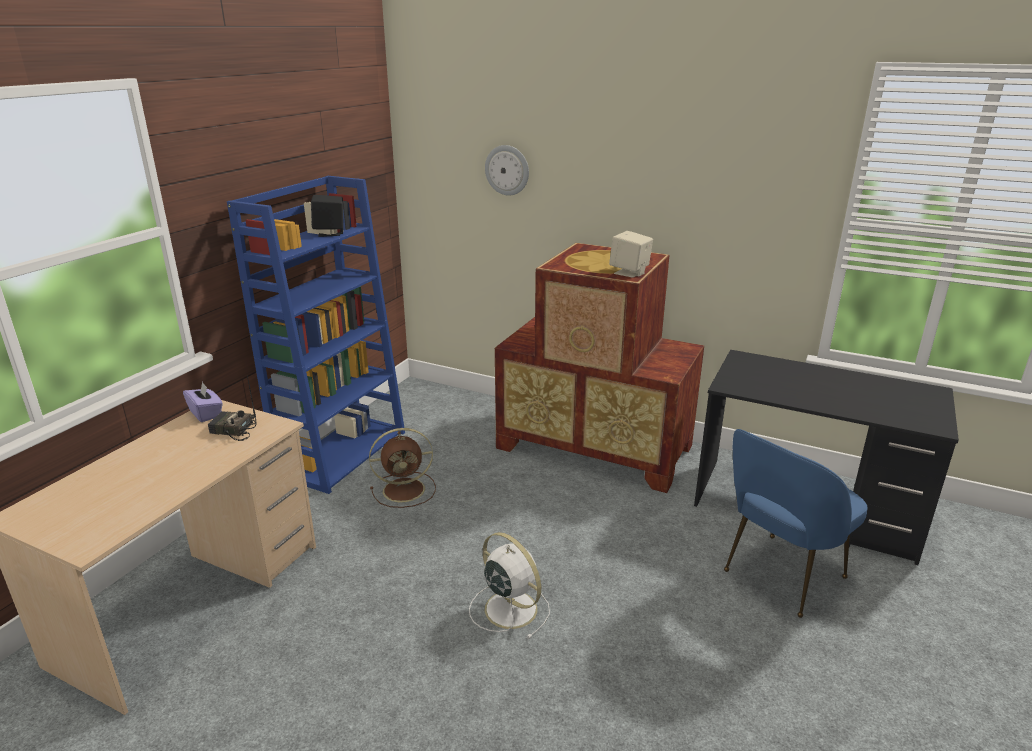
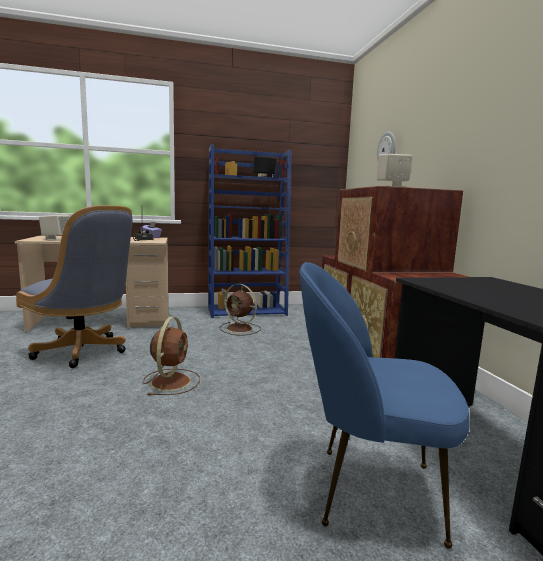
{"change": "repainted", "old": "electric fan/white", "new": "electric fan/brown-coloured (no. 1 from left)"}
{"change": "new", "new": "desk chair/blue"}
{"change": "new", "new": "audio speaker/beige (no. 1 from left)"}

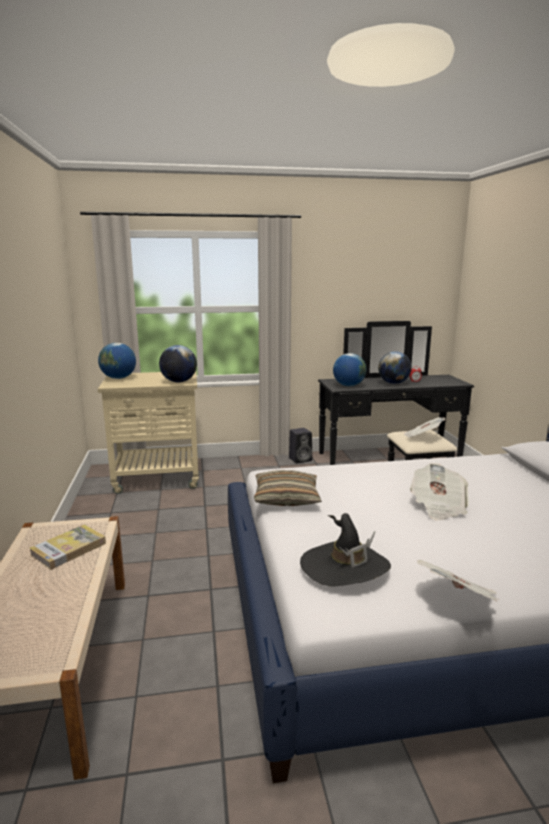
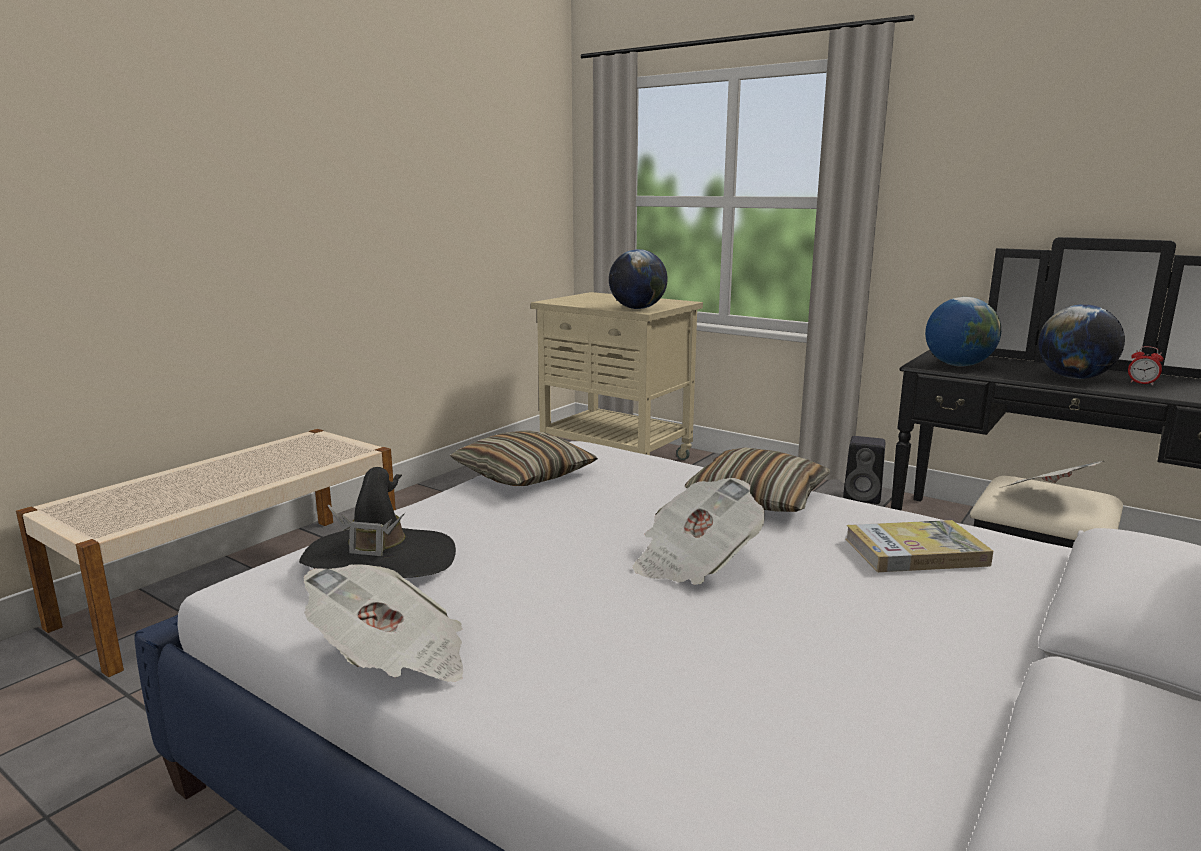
{"change": "shifted", "old": "book"}
{"change": "gone", "old": "desk globe (no. 1 from left)"}
{"change": "new", "new": "cushion (no. 2 from left)"}

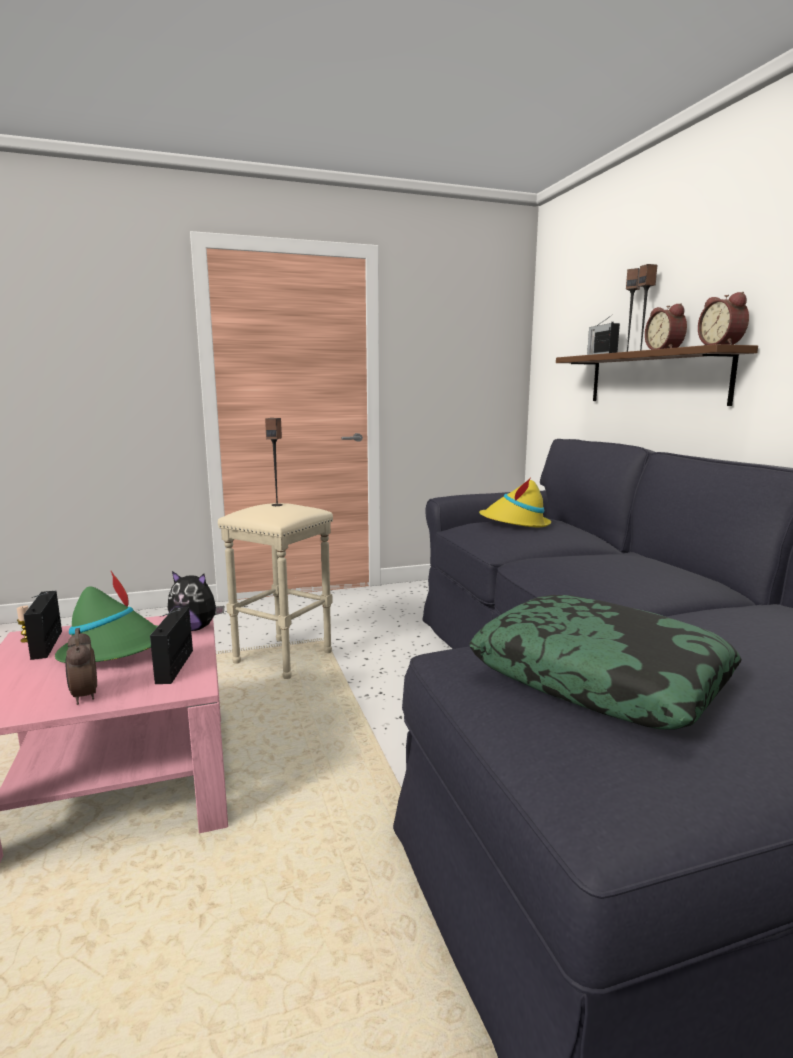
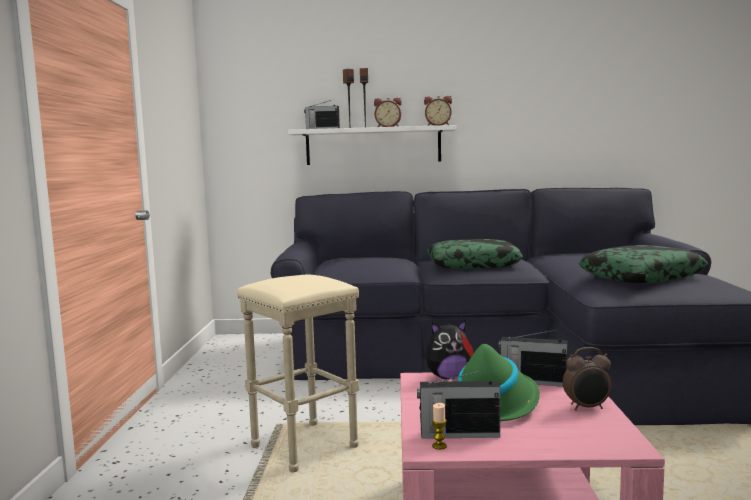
{"change": "rotated", "old": "plush toy", "degrees": 45}
{"change": "gone", "old": "audio speaker (no. 1 from left)"}
{"change": "gone", "old": "wearable hat/yellow"}
{"change": "repainted", "old": "bracket shelf/brown-coloured", "new": "bracket shelf/white"}
{"change": "new", "new": "cushion (no. 1 from left)"}

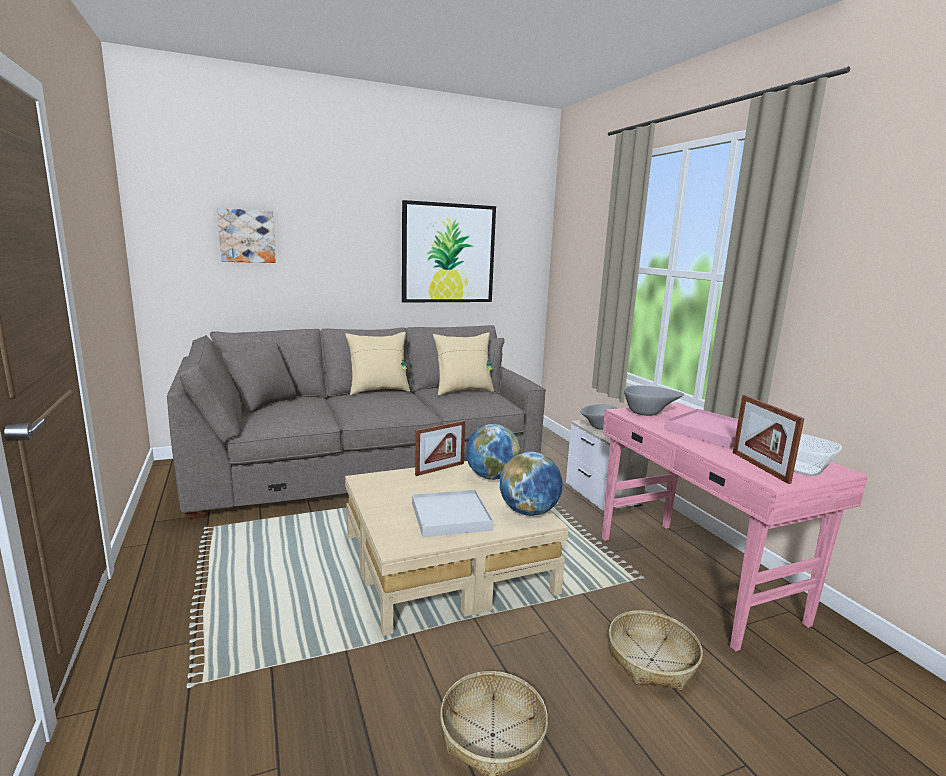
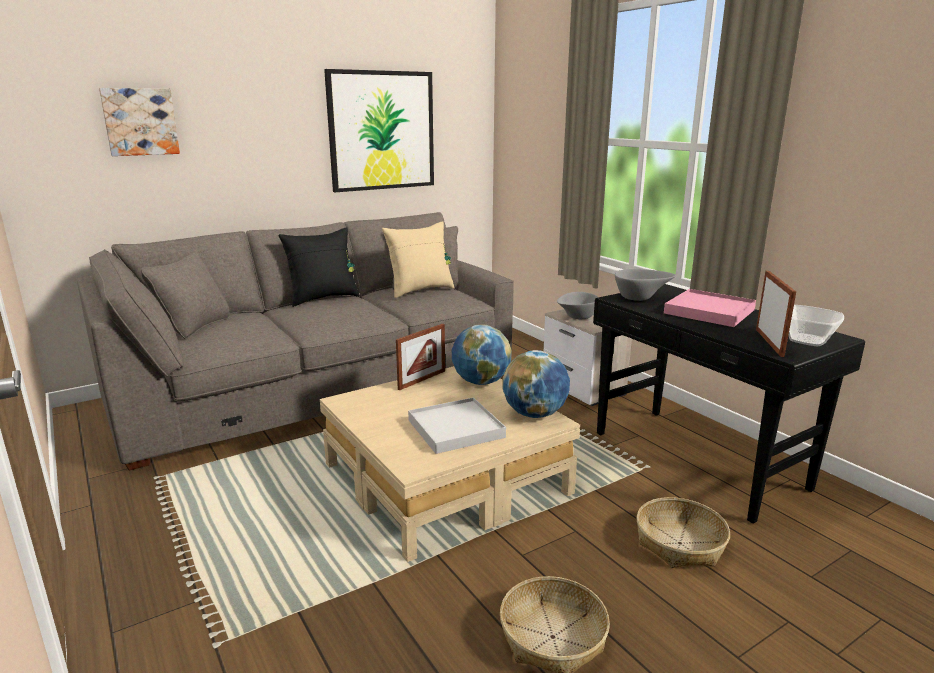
{"change": "repainted", "old": "cushion/beige (no. 1 from left)", "new": "cushion/black-coloured"}
{"change": "repainted", "old": "console table/pink", "new": "console table/black-coloured"}
{"change": "rotated", "old": "photo frame (no. 2 from left)", "degrees": -150}

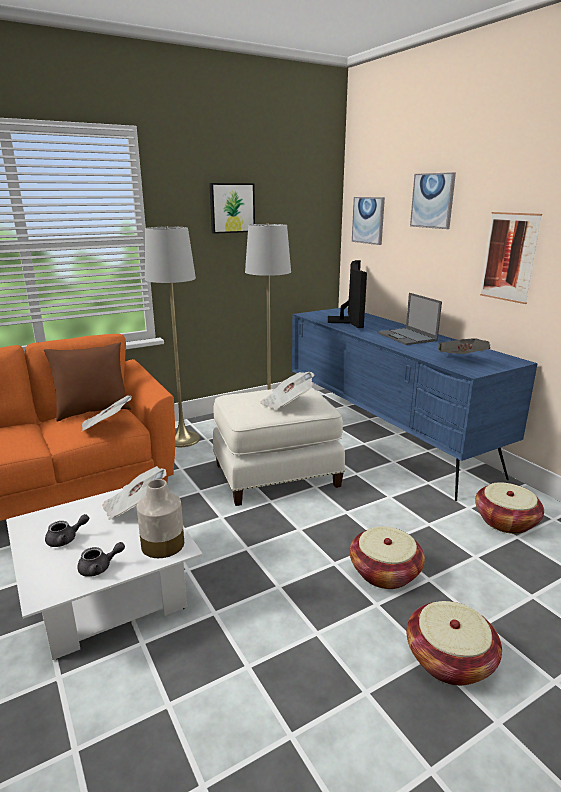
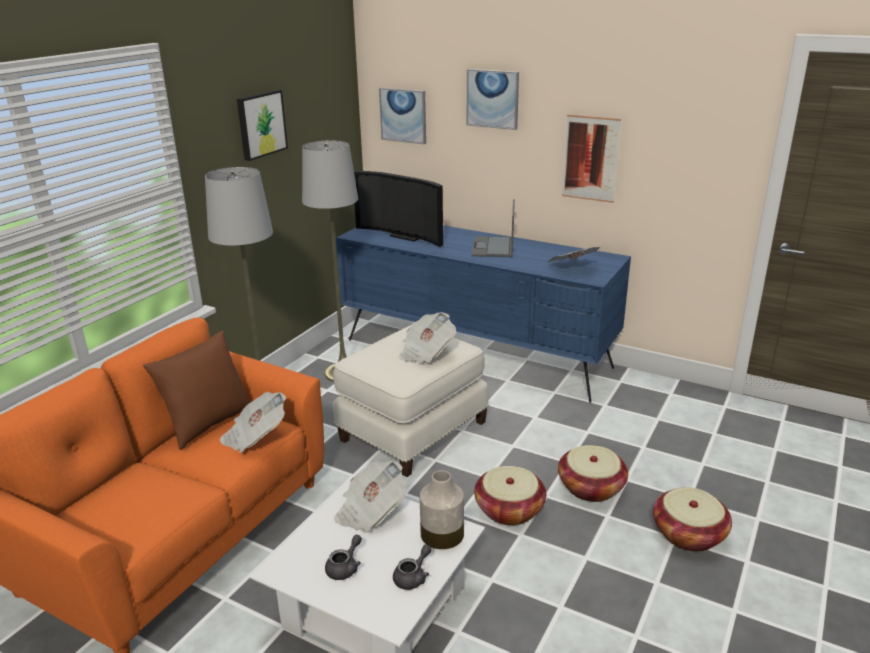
{"change": "rotated", "old": "TV", "degrees": 150}
{"change": "rotated", "old": "laptop", "degrees": 60}
{"change": "shifted", "old": "household basket (no. 3 from left in the first image)", "new": "household basket (no. 1 from left)"}

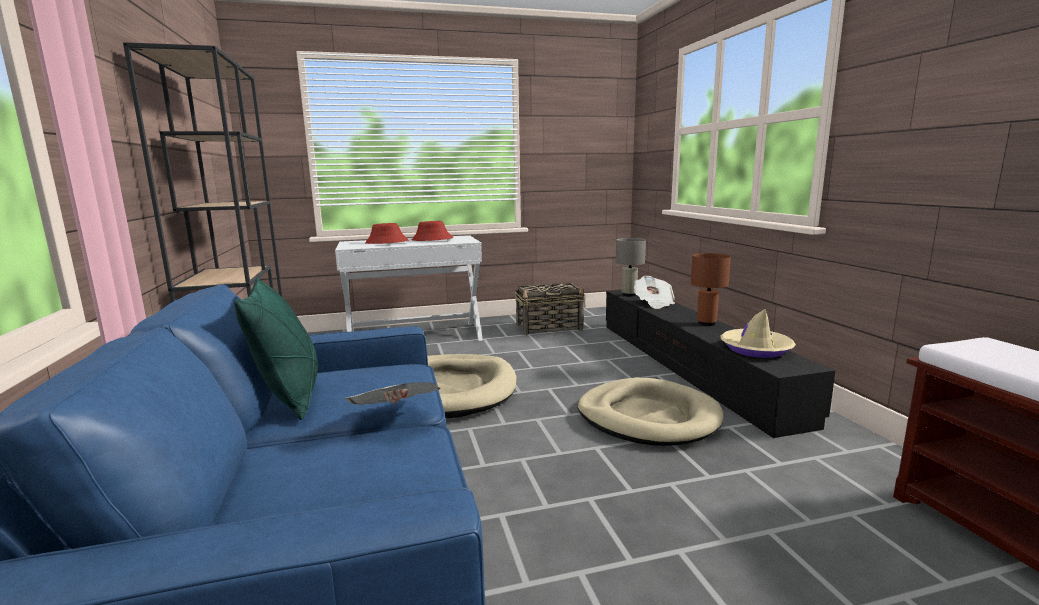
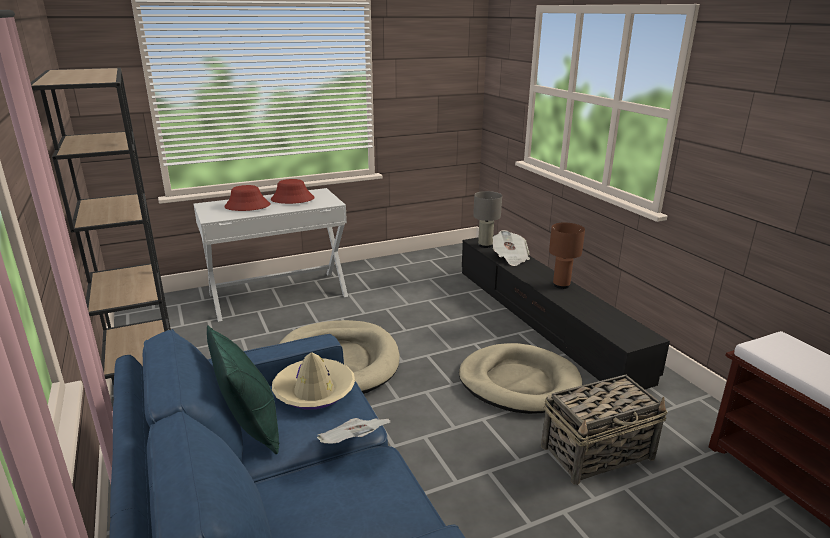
{"change": "shifted", "old": "household basket"}
{"change": "shifted", "old": "wearable hat/beige"}

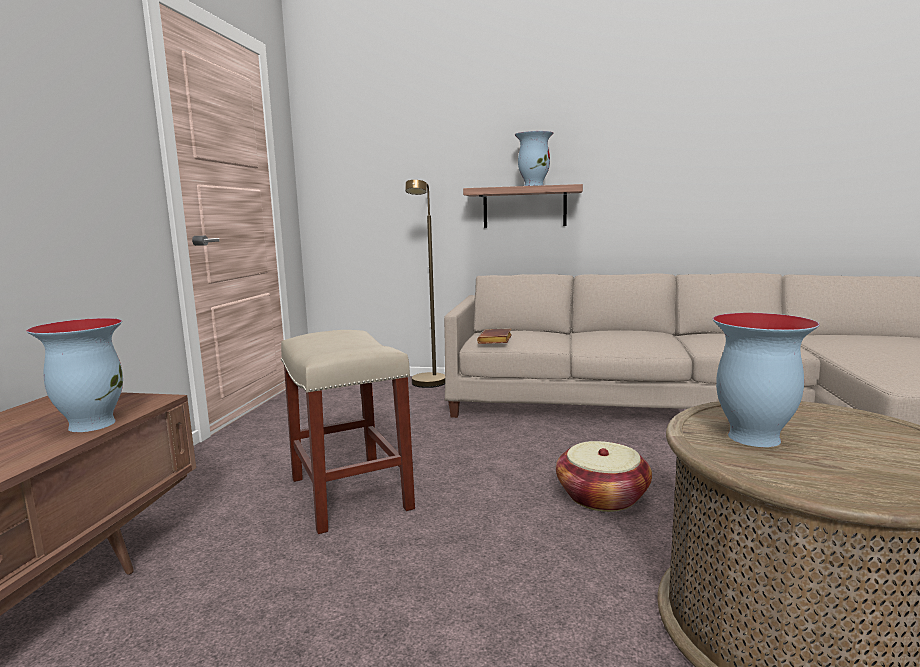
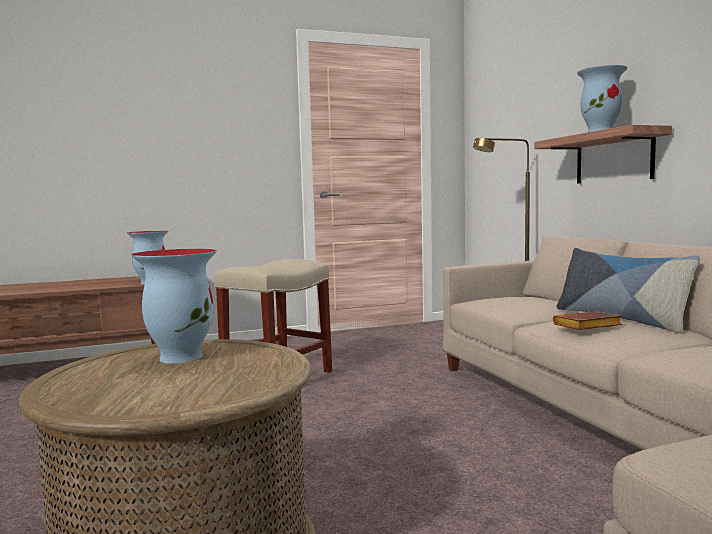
{"change": "shifted", "old": "book/brown-coloured"}
{"change": "gone", "old": "household basket"}
{"change": "new", "new": "cushion"}

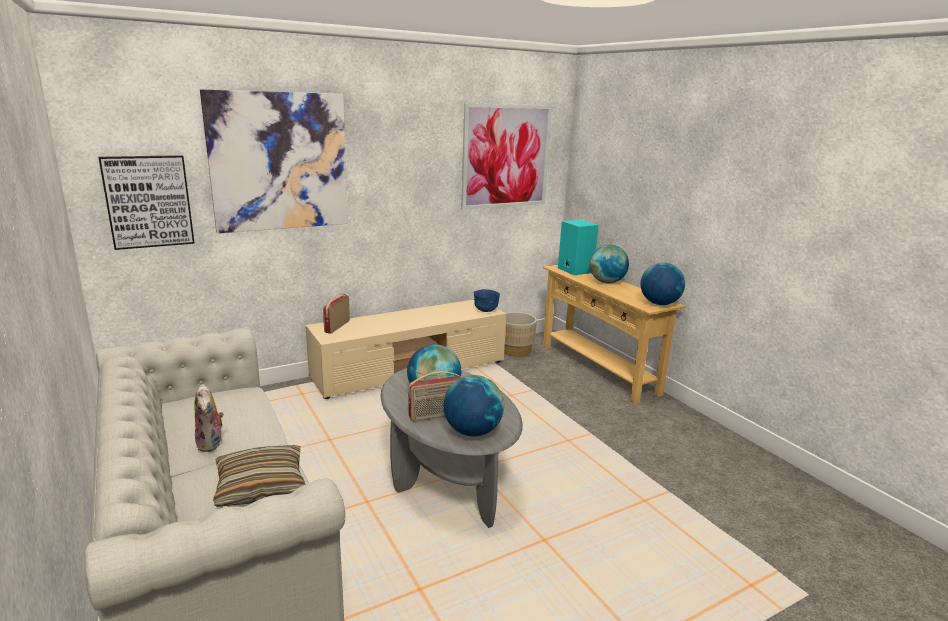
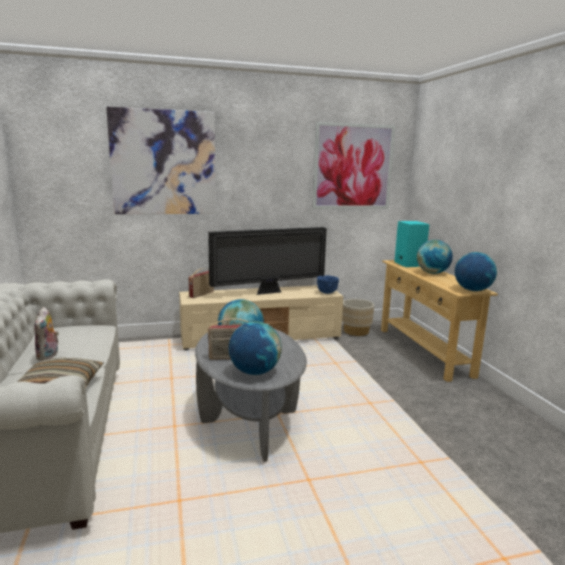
{"change": "gone", "old": "wall picture (no. 1 from left)"}
{"change": "new", "new": "TV"}

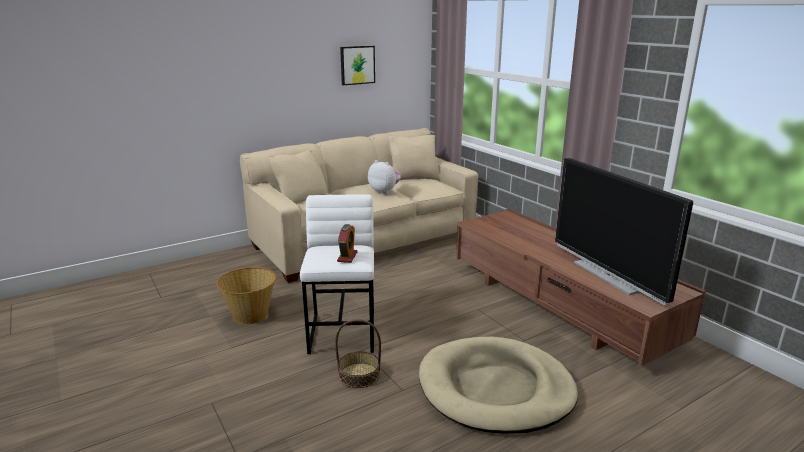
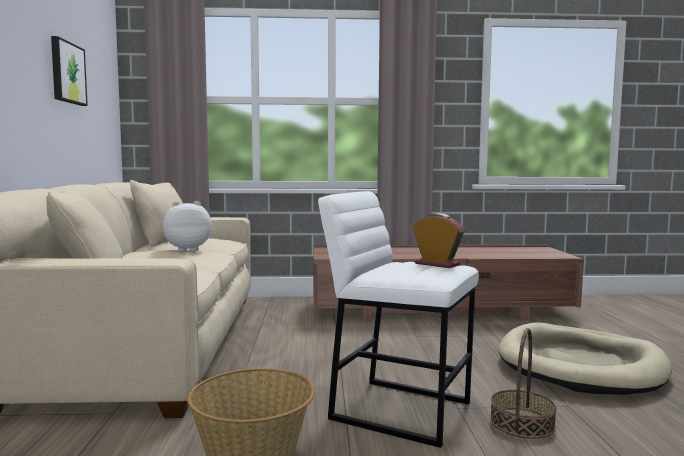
{"change": "gone", "old": "TV"}

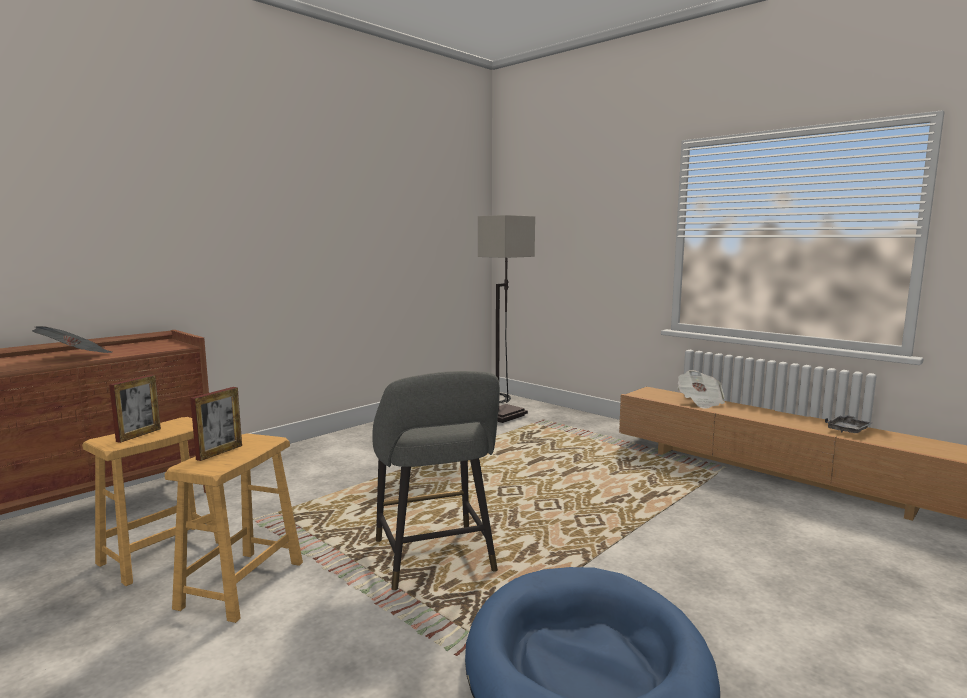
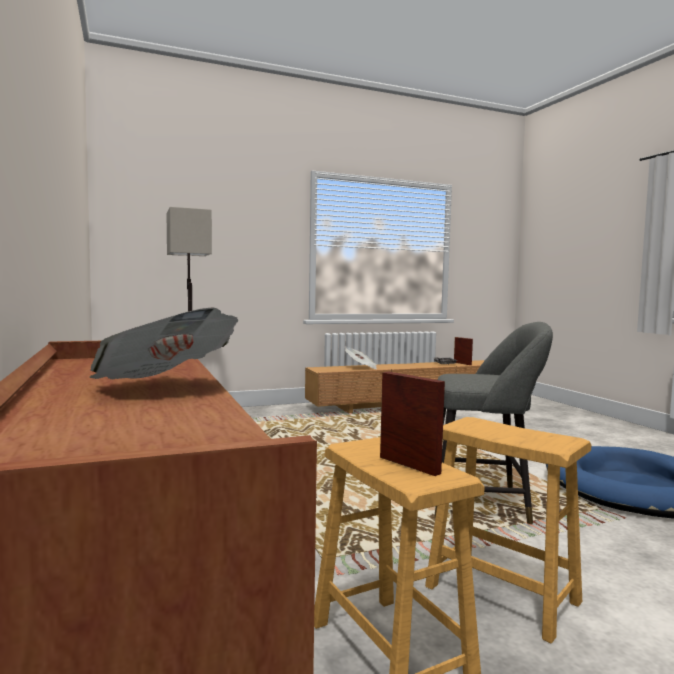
{"change": "shifted", "old": "photo frame (no. 2 from left)"}

